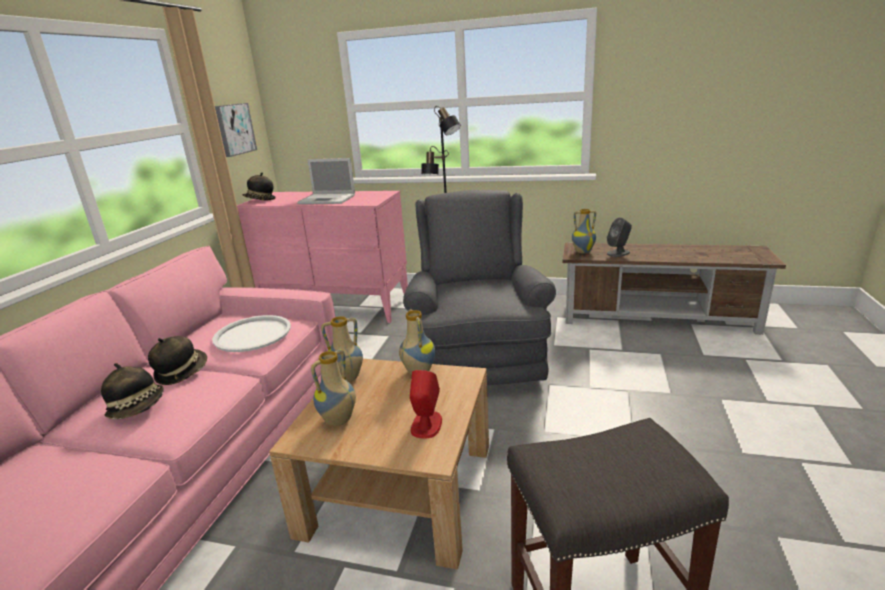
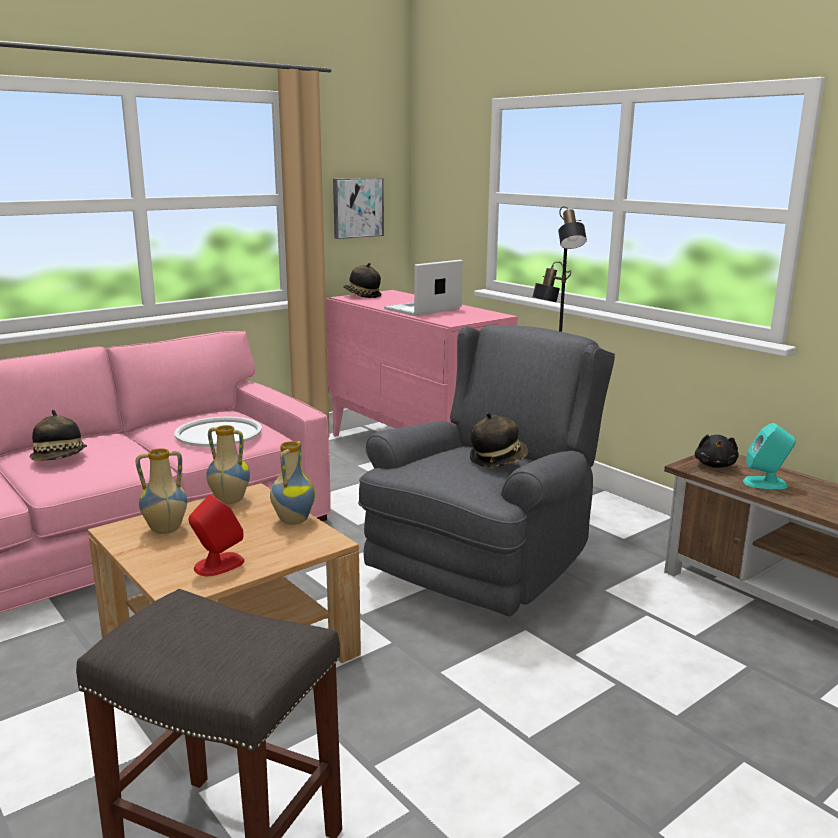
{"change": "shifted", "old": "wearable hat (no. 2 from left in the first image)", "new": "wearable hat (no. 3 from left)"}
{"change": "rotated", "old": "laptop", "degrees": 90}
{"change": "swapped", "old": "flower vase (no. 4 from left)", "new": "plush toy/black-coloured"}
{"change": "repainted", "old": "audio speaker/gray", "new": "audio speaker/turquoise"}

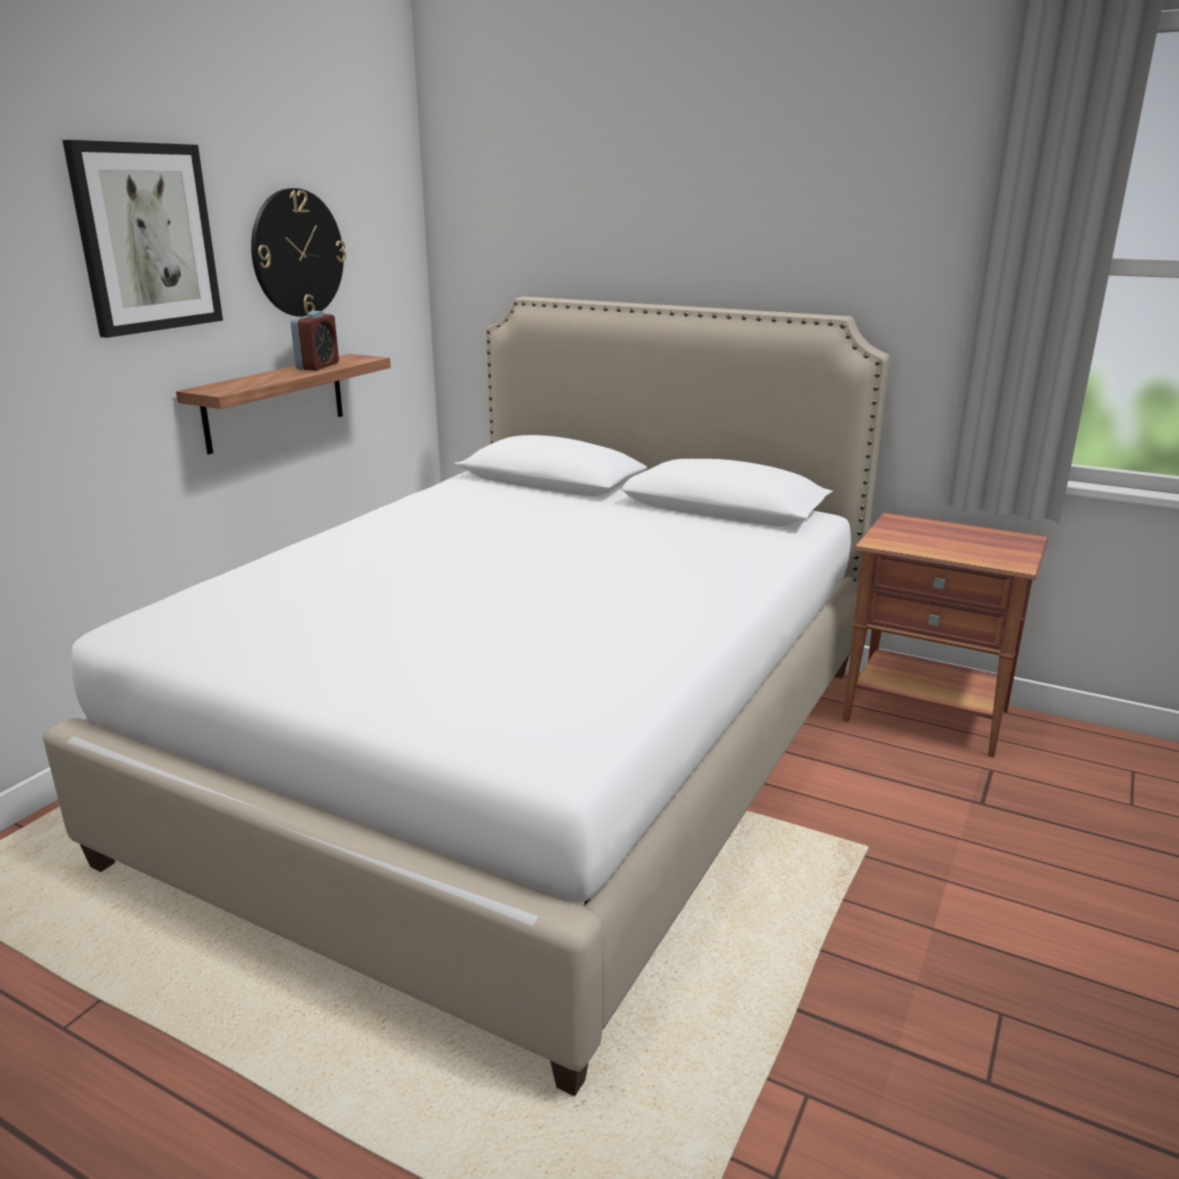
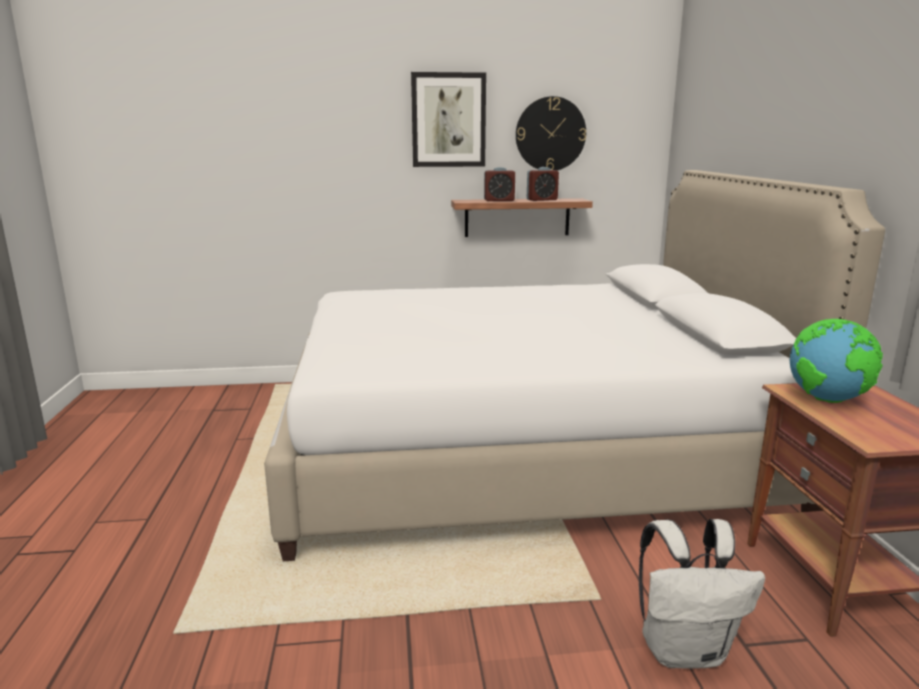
{"change": "new", "new": "bedside clock (no. 1 from left)"}
{"change": "new", "new": "knapsack/white"}
{"change": "new", "new": "desk globe"}

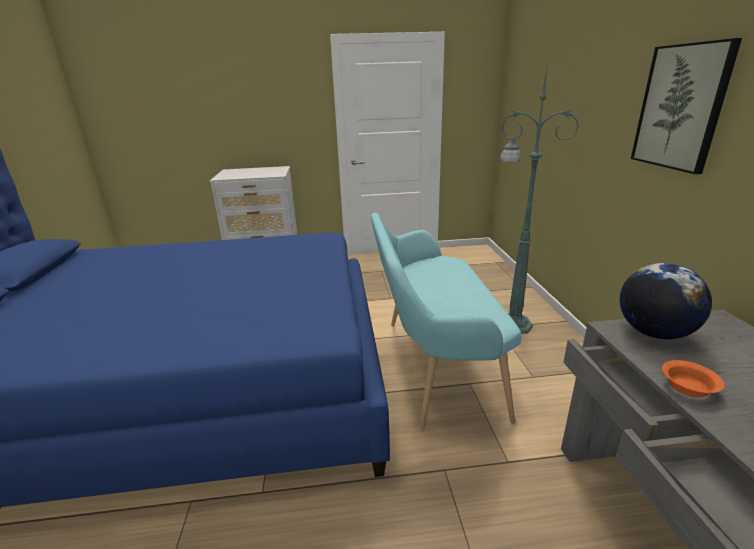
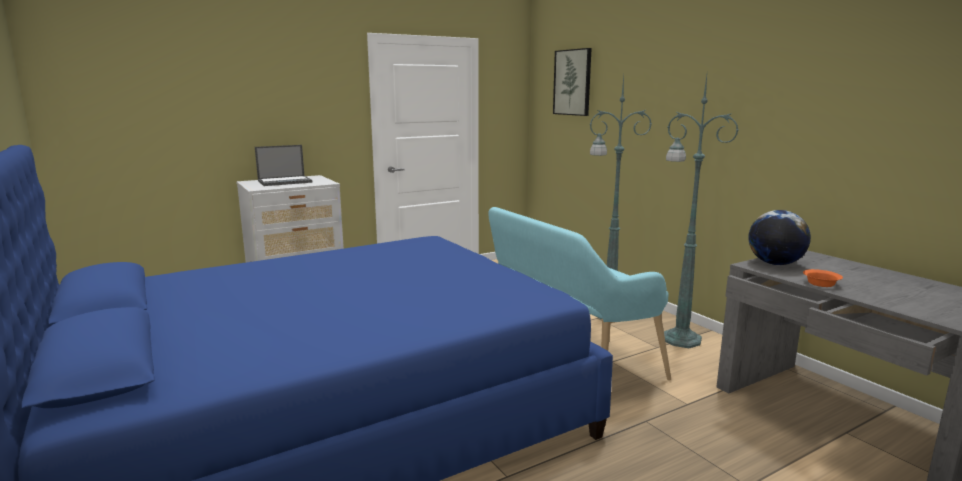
{"change": "shifted", "old": "wall picture"}
{"change": "new", "new": "laptop"}
{"change": "new", "new": "standing lamp/green (no. 2 from left)"}

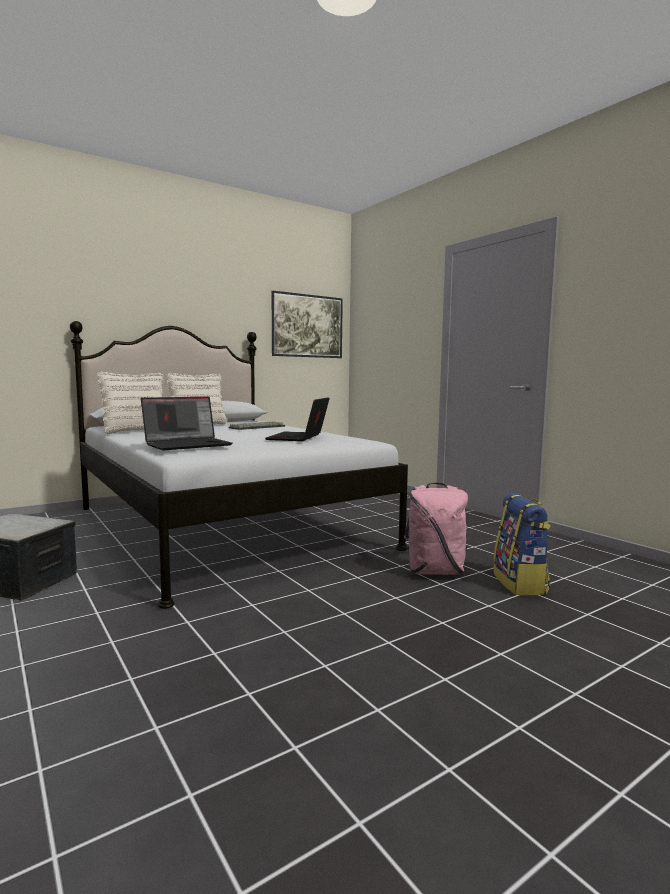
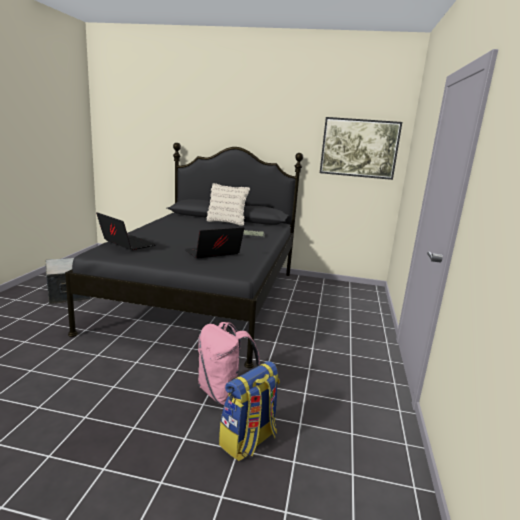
{"change": "repainted", "old": "bedroom bed/white", "new": "bedroom bed/black-coloured"}
{"change": "gone", "old": "cushion/beige (no. 1 from left)"}
{"change": "rotated", "old": "laptop (no. 1 from left)", "degrees": -150}

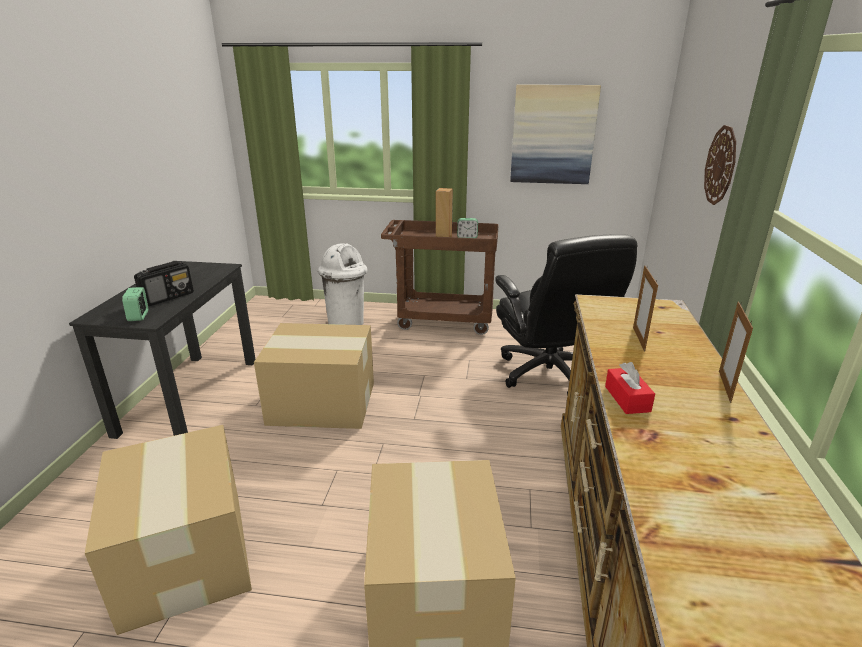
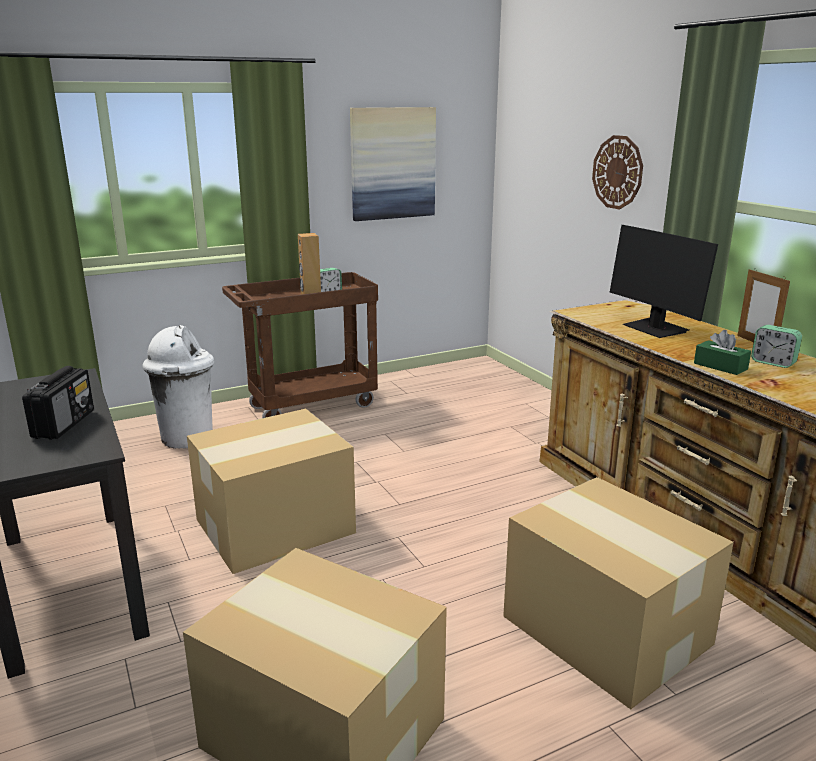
{"change": "shifted", "old": "bedside clock (no. 1 from left in the first image)", "new": "bedside clock (no. 2 from left)"}
{"change": "gone", "old": "desk chair/black-coloured"}
{"change": "repainted", "old": "tissue holder/reddish", "new": "tissue holder/green"}
{"change": "swapped", "old": "photo frame (no. 1 from left)", "new": "computer display"}

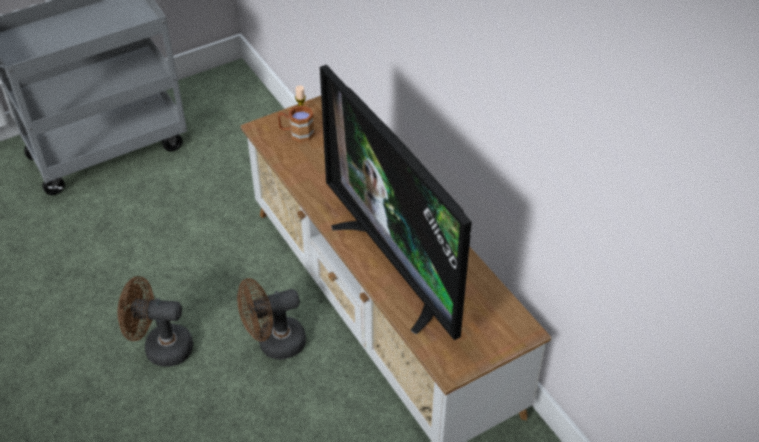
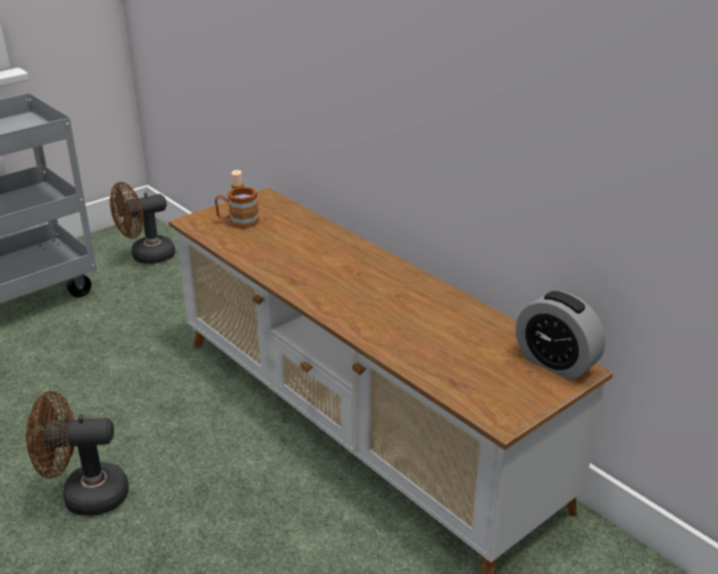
{"change": "shifted", "old": "electric fan/brown-coloured (no. 2 from left)"}
{"change": "gone", "old": "TV"}
{"change": "new", "new": "bedside clock"}

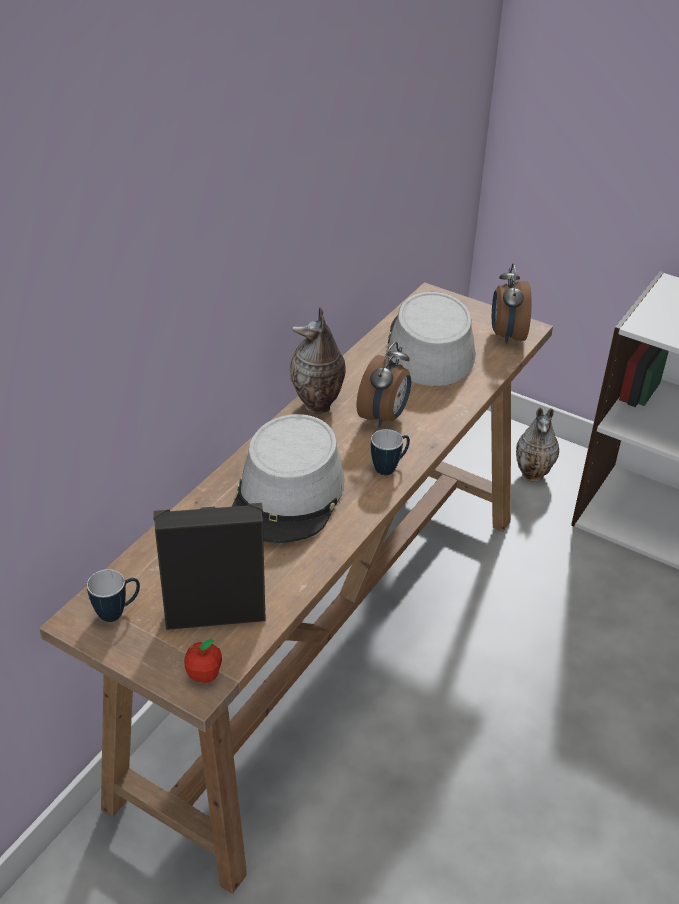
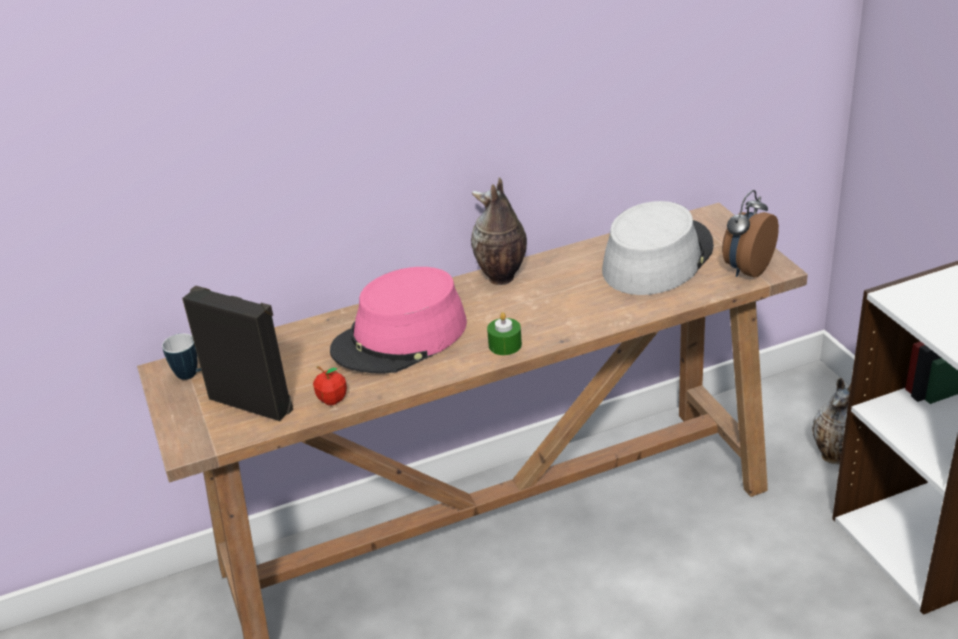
{"change": "shifted", "old": "apple fruit"}
{"change": "repainted", "old": "wearable hat/gray (no. 1 from left)", "new": "wearable hat/pink"}
{"change": "gone", "old": "bedside clock (no. 1 from left)"}
{"change": "swapped", "old": "mug (no. 2 from left)", "new": "wax candle/green"}

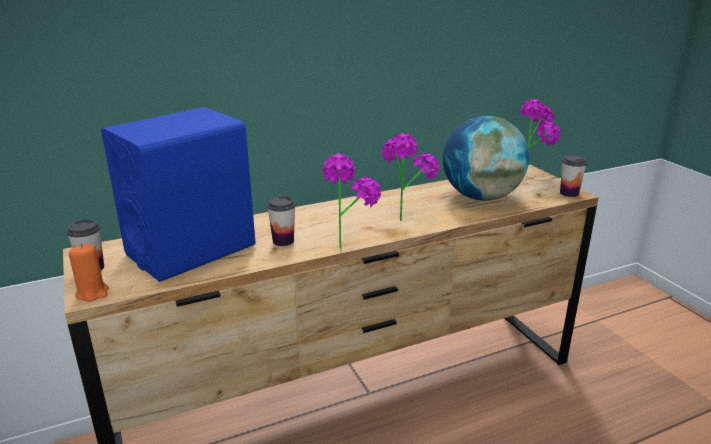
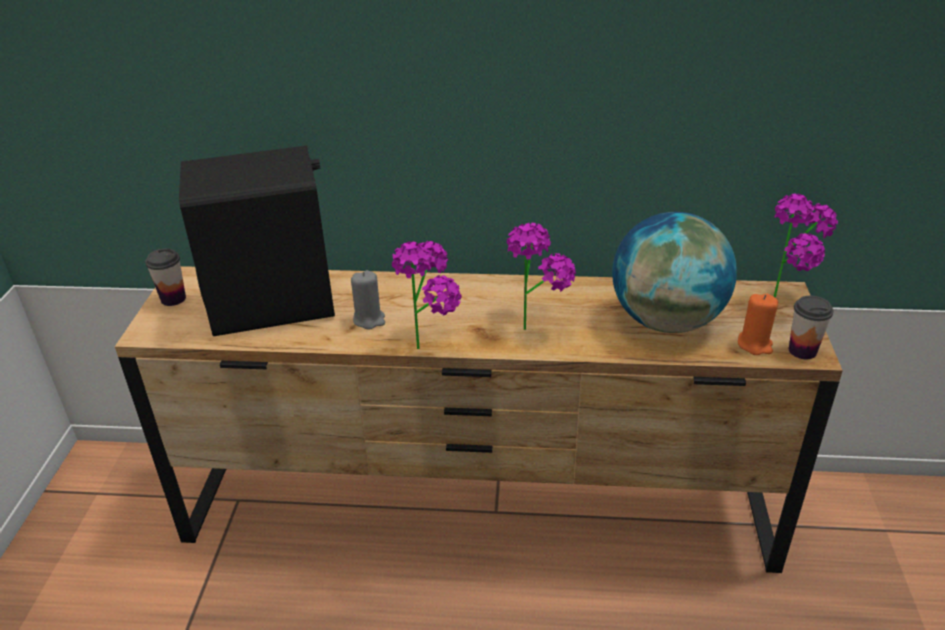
{"change": "shifted", "old": "wax candle/orange-coloured"}
{"change": "repainted", "old": "audio speaker/blue", "new": "audio speaker/black-coloured"}
{"change": "swapped", "old": "small cup (no. 2 from left)", "new": "wax candle/gray"}

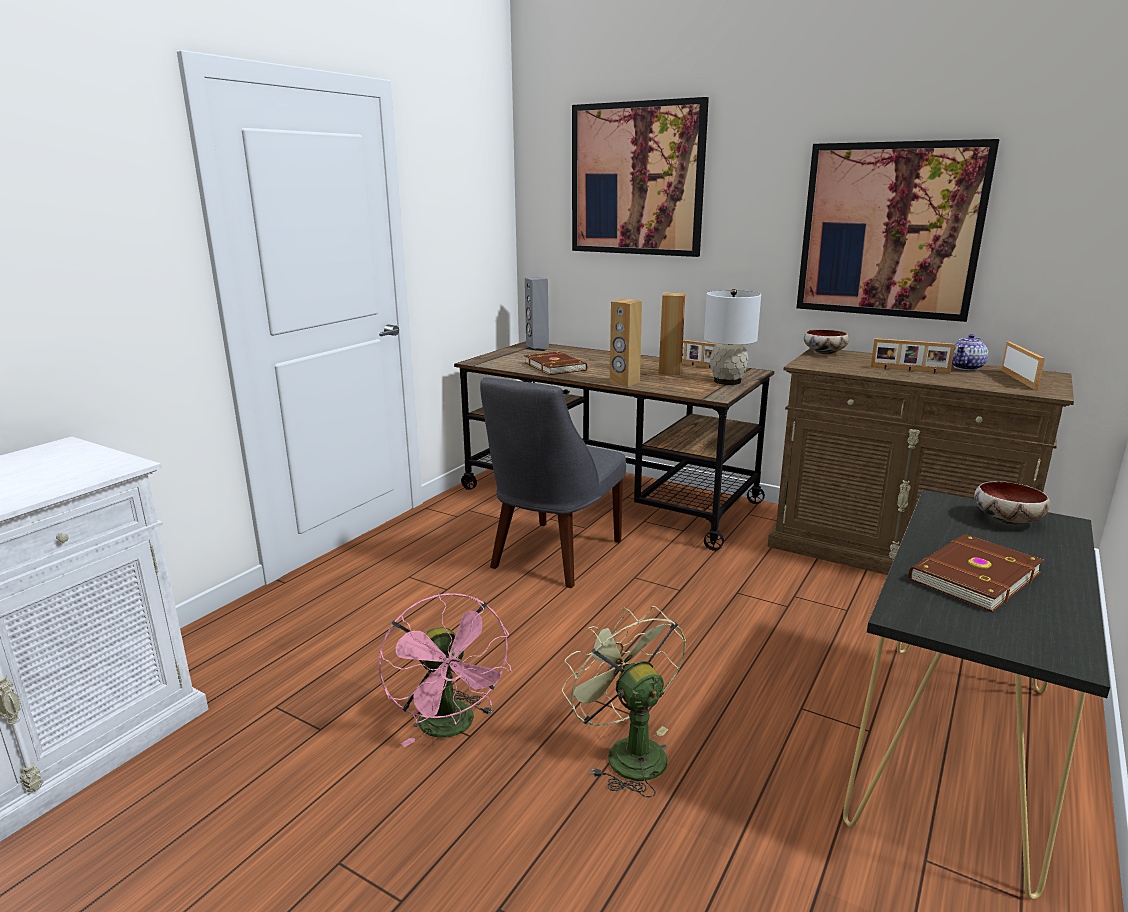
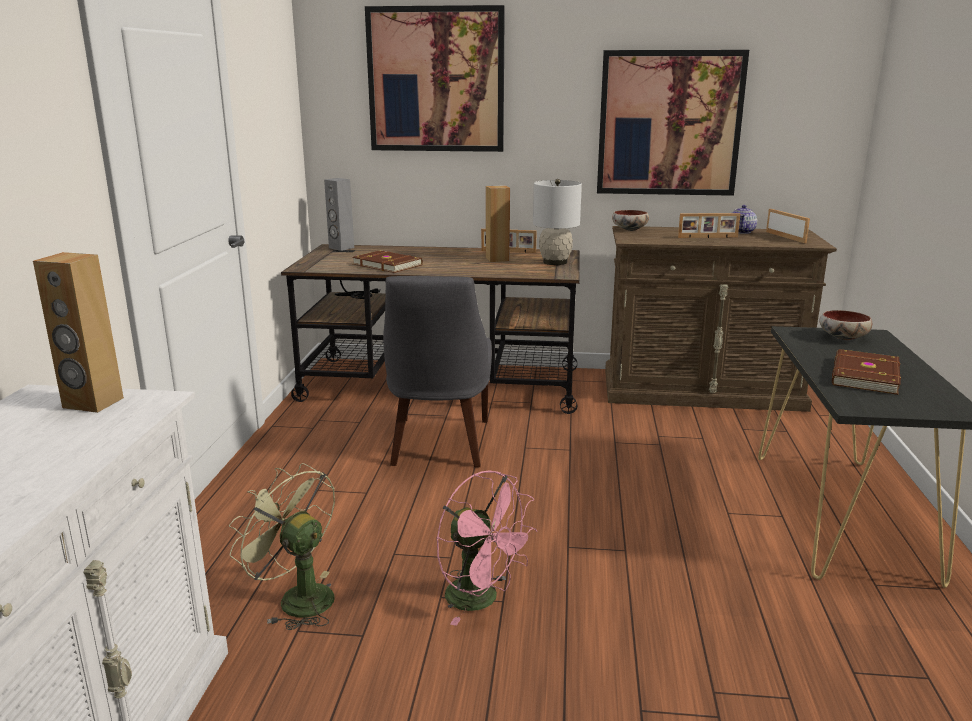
{"change": "shifted", "old": "electric fan/green"}
{"change": "shifted", "old": "audio speaker/brown-coloured (no. 1 from left)"}

